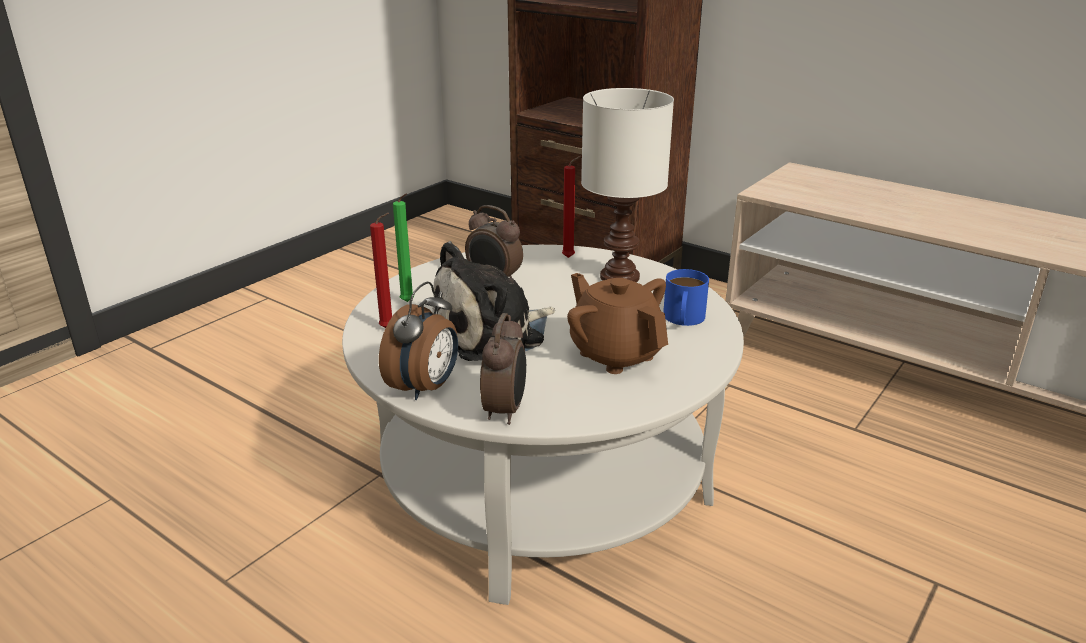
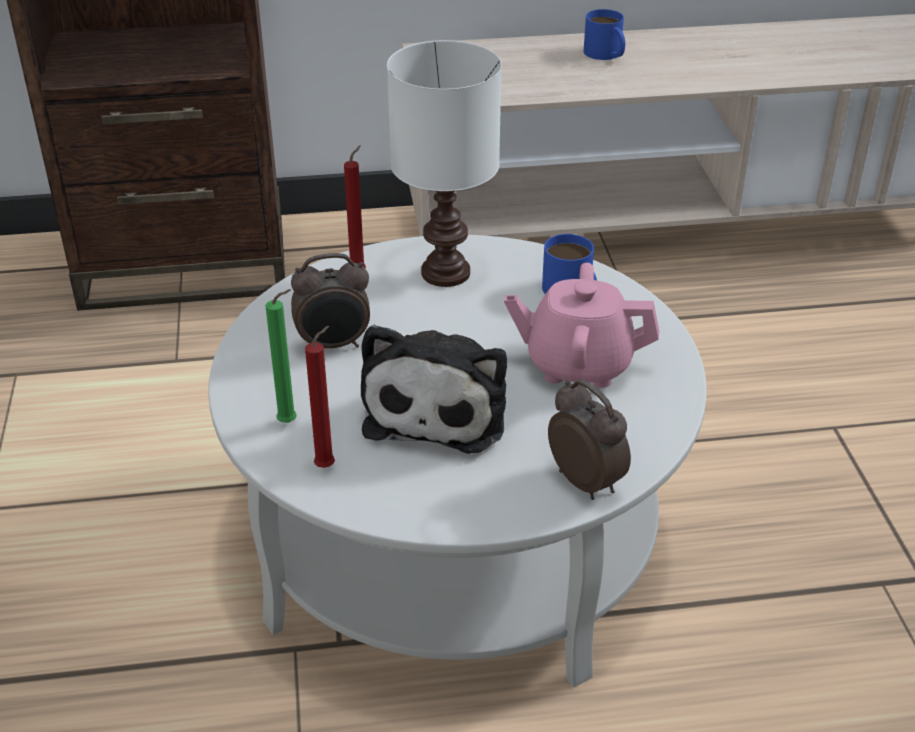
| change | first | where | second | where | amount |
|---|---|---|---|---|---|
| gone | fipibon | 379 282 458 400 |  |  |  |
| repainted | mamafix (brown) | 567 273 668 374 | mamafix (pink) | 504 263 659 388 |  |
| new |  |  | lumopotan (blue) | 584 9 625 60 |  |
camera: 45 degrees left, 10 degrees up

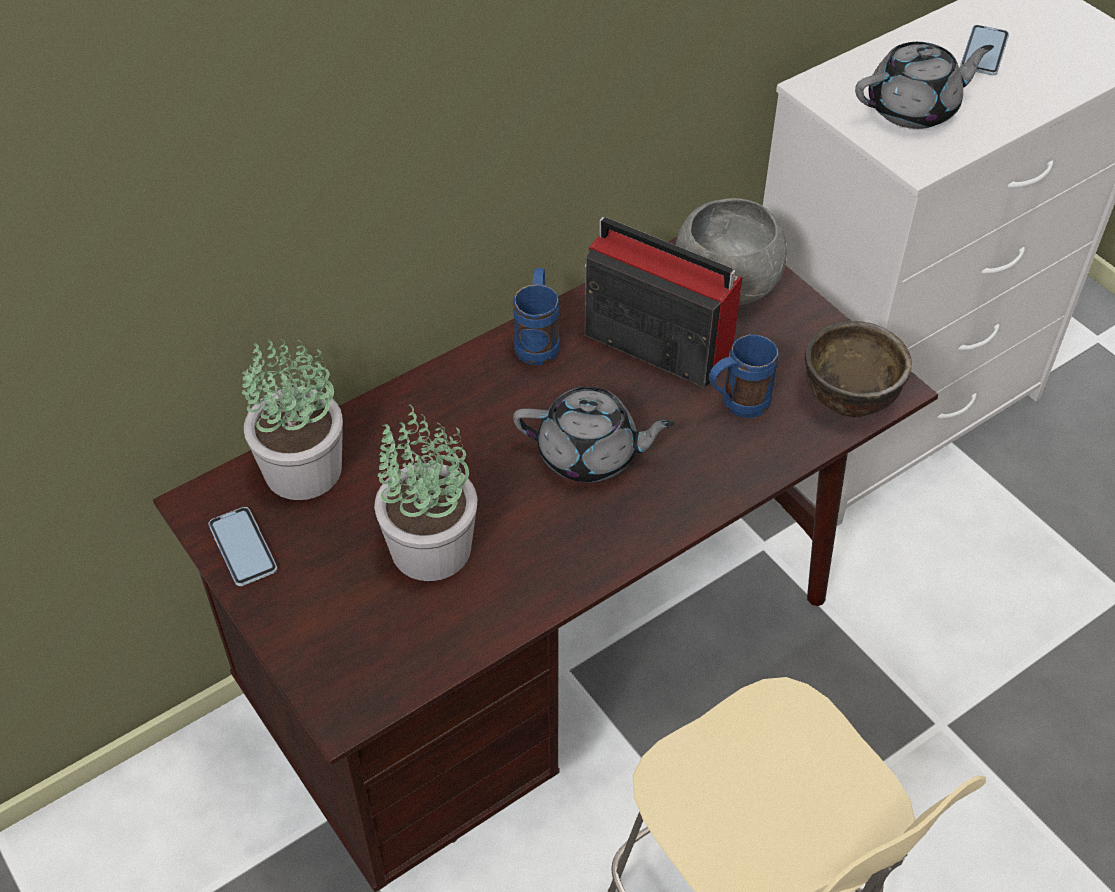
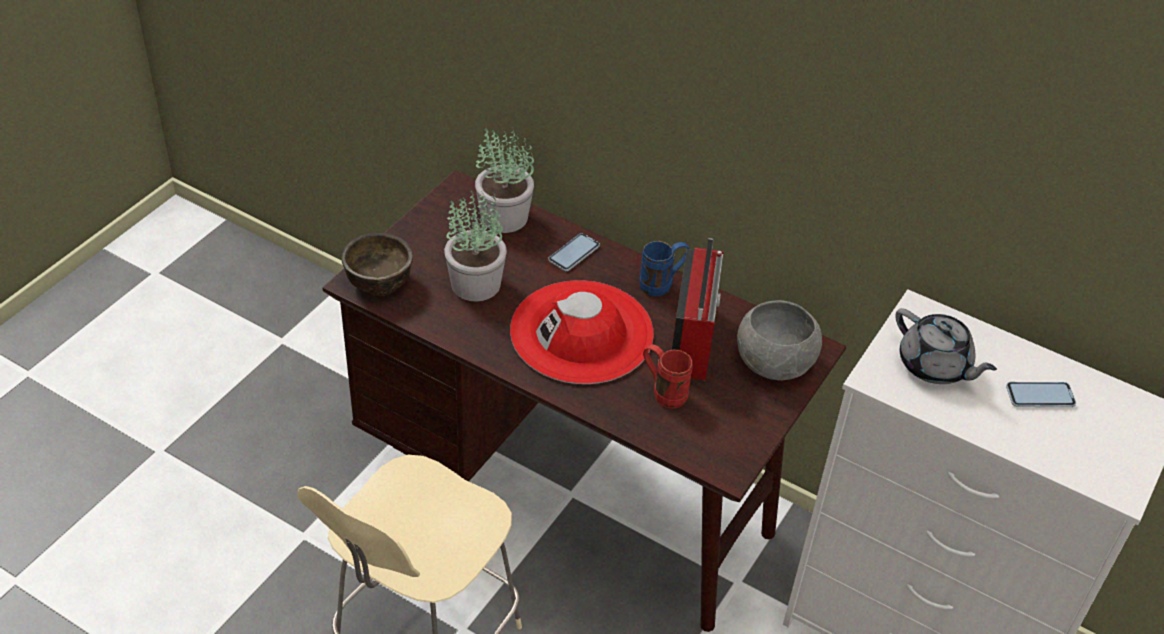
| change | first | where | second | where | amount |
|---|---|---|---|---|---|
| shifted | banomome | 209 507 277 586 |  | 548 233 600 271 |  |
| swapped | mamafix (grey) | 513 387 676 482 | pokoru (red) | 510 280 654 384 |  |
| repainted | lumopotan (blue) | 709 334 779 418 | lumopotan (red) | 643 344 693 409 |  |
| shifted | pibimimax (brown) | 805 321 912 417 |  | 341 233 413 296 |  |
camera: 65 degrees right, 5 degrees down

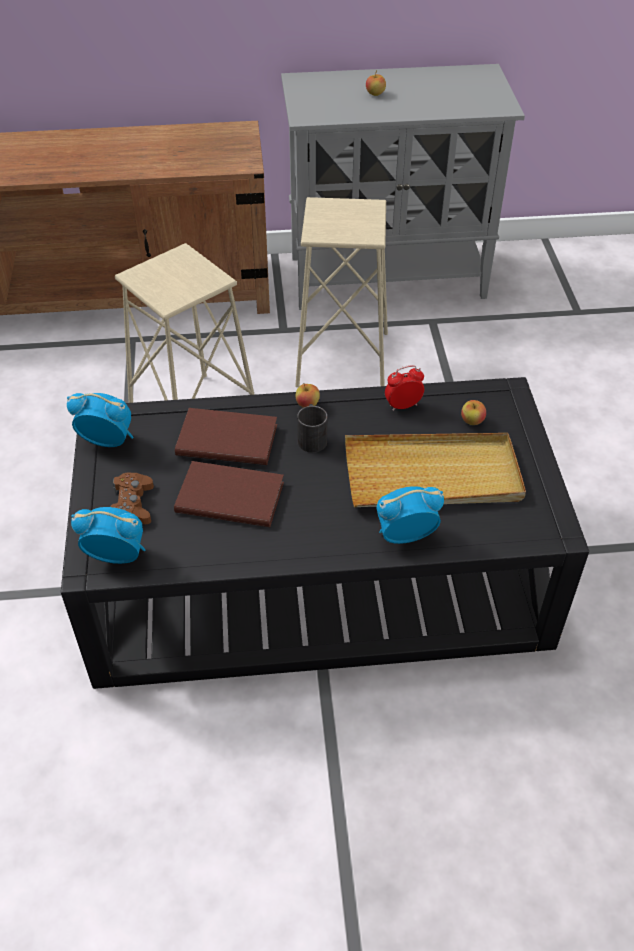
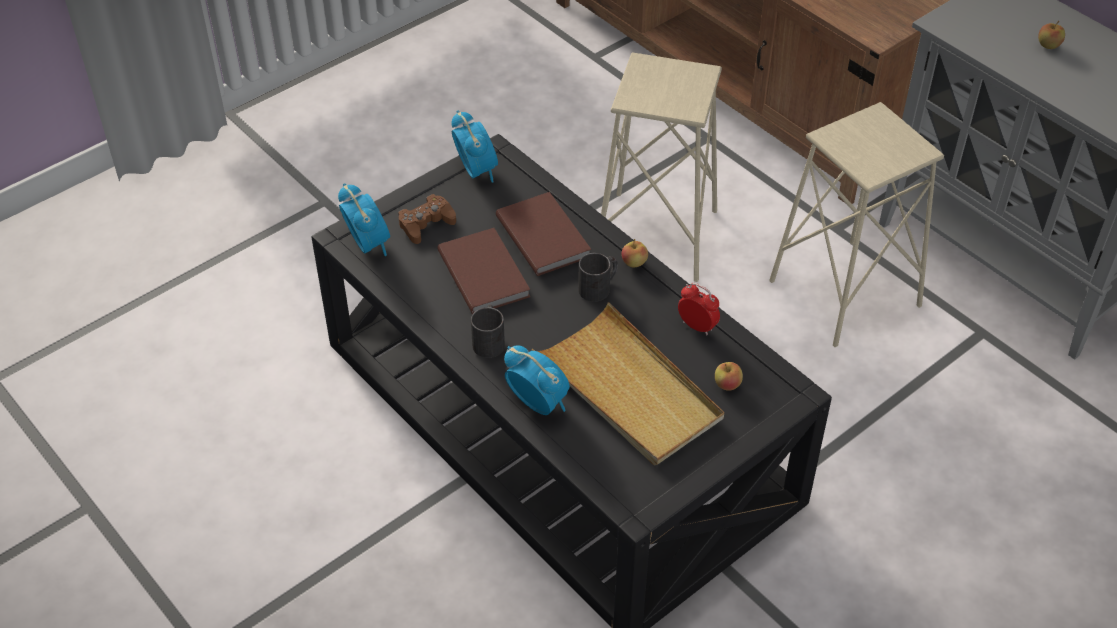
| change | first | where | second | where | amount |
|---|---|---|---|---|---|
| new |  |  | lumopotan (black) | 471 305 505 358 |  |
camera: 55 degrees right, 0 degrees up

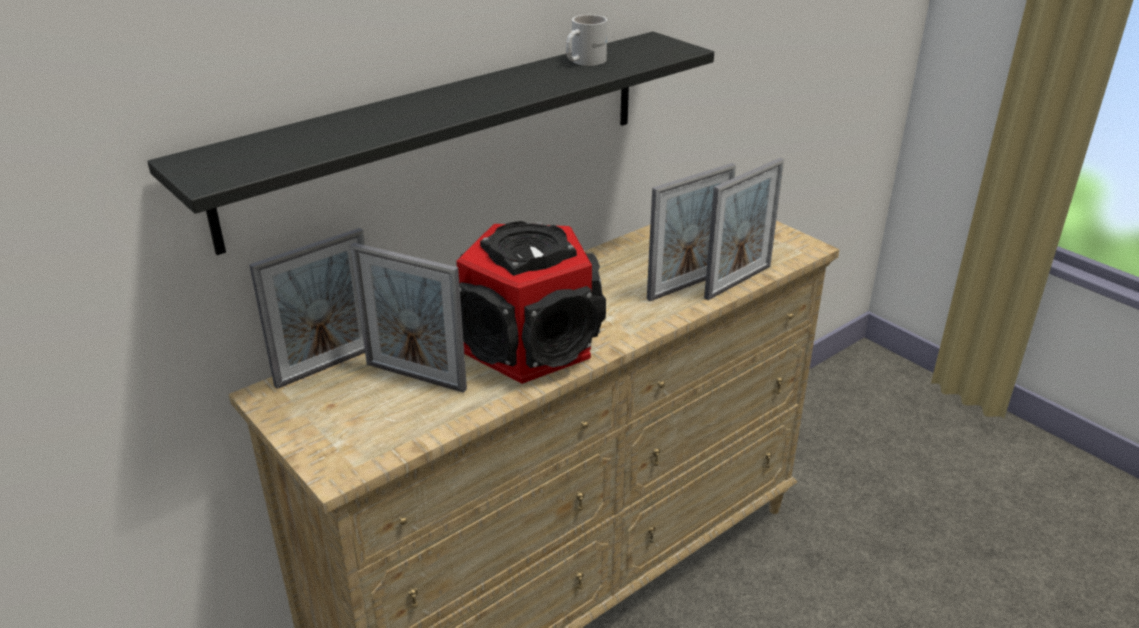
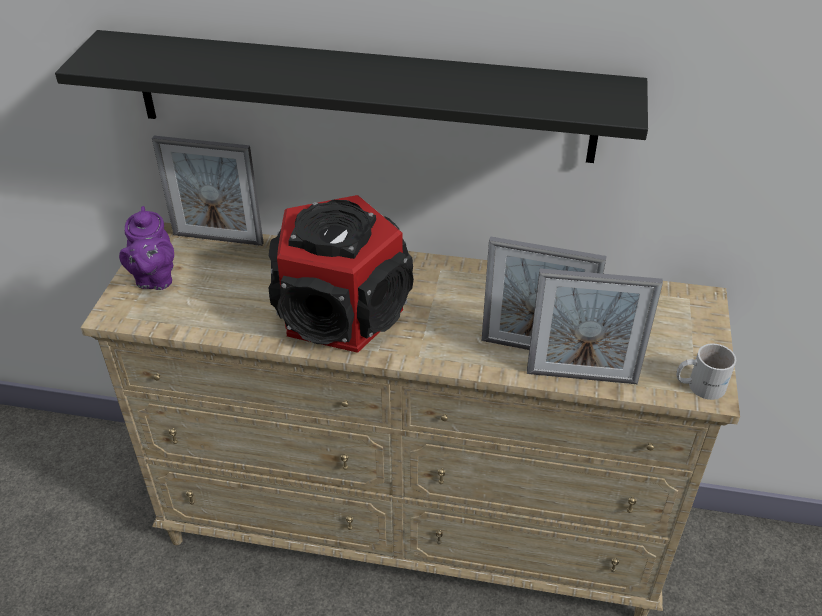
| change | first | where | second | where | amount |
|---|---|---|---|---|---|
| gone | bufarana | 350 243 467 393 |  |  |  |
| shifted | lumopotan (white) | 566 15 607 66 |  | 676 344 736 400 |  |
| new |  |  | mamafix (purple) | 119 206 174 290 |  |
camera: 50 degrees right, 10 degrees up

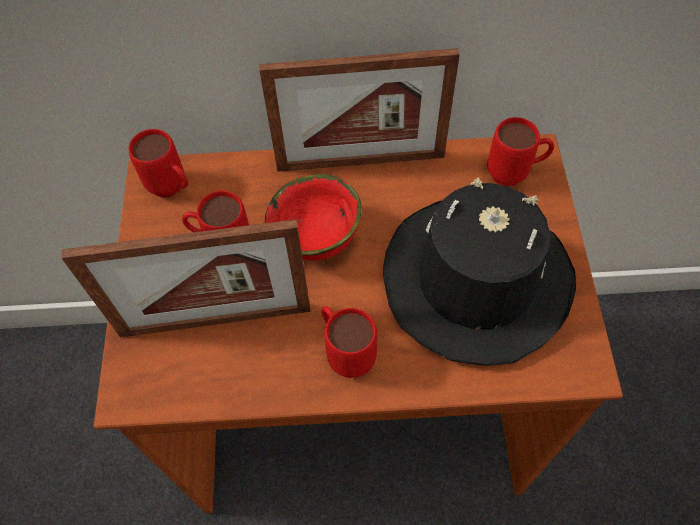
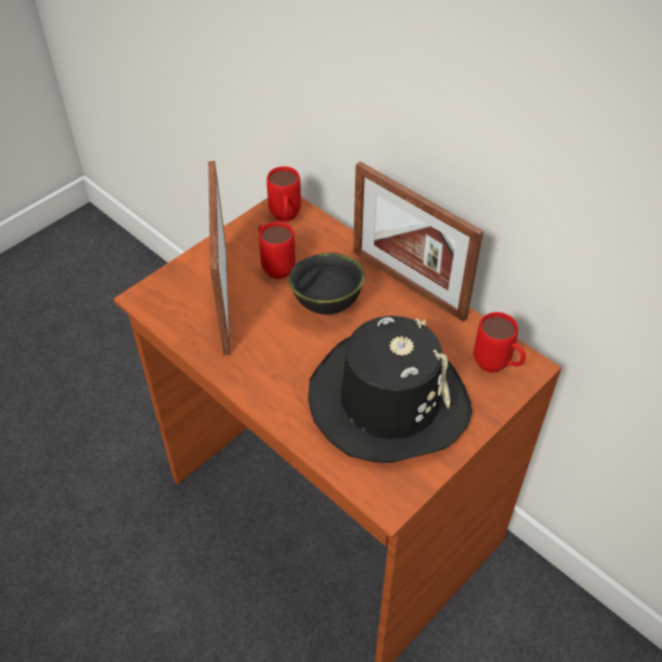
| change | first | where | second | where | amount |
|---|---|---|---|---|---|
| rotated | bufarana | 61 219 311 338 |  | 208 161 230 355 | 45 degrees clockwise |
| repainted | pibimimax (red) | 265 174 361 260 | pibimimax (black) | 289 252 365 315 |  |
| gone | lumopotan (red) | 322 306 377 378 |  |  |  |
camera: 45 degrees right, 10 degrees down

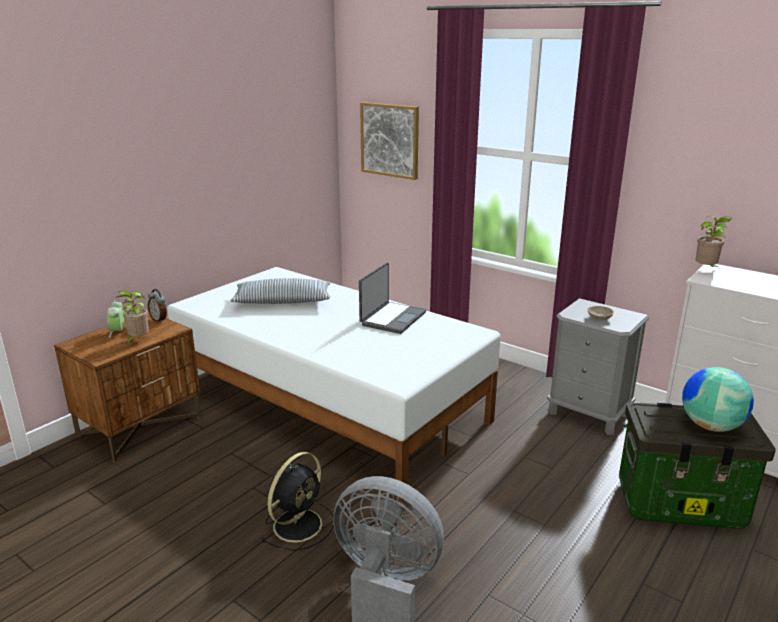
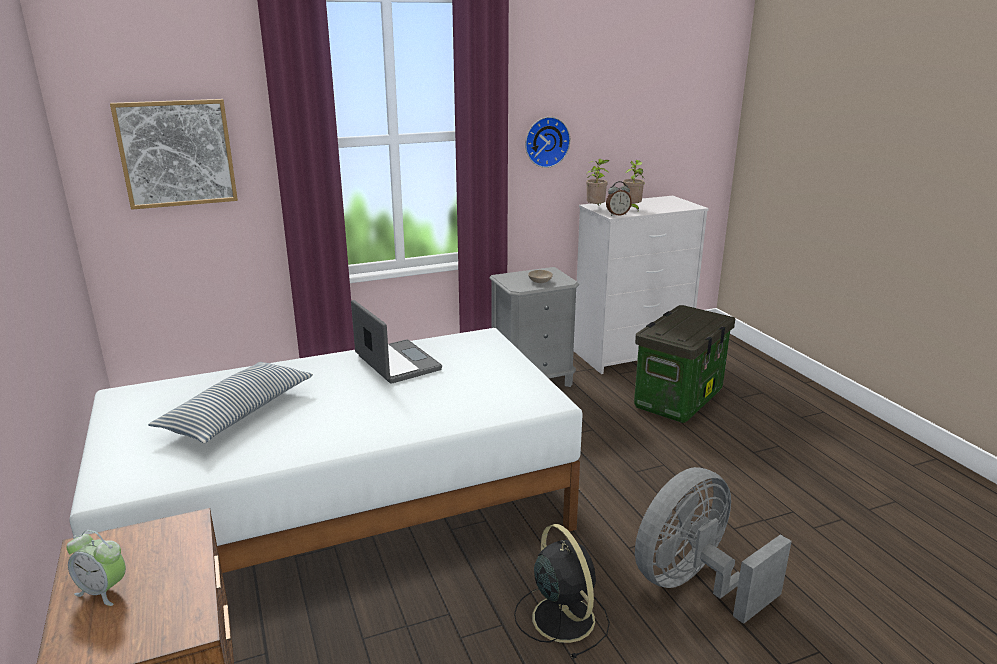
| change | first | where | second | where | amount |
|---|---|---|---|---|---|
| shifted | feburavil | 117 290 149 344 |  | 623 160 645 210 |  |
| shifted | fipibon | 148 289 167 323 |  | 606 181 632 216 |  |
| gone | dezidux | 682 367 754 432 |  |  |  |
| new |  |  | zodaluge | 525 117 570 168 |  |
camera: 60 degrees left, 0 degrees up

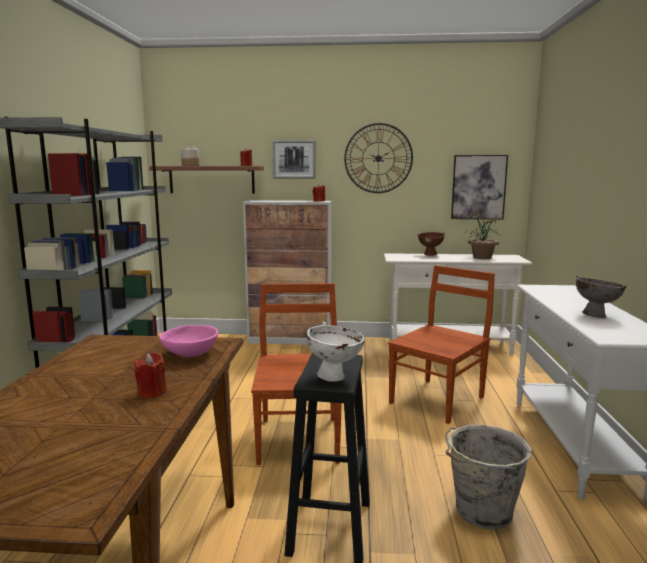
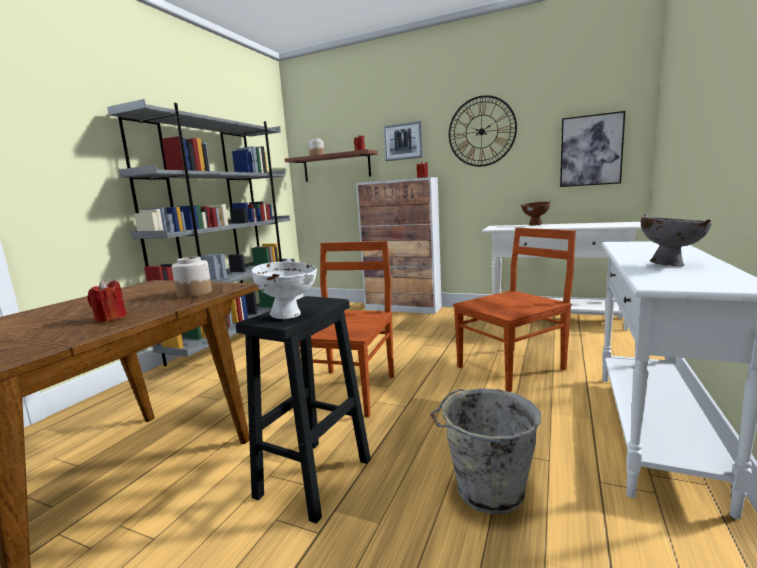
| change | first | where | second | where | amount |
|---|---|---|---|---|---|
| swapped | pibimimax (pink) | 159 325 218 357 | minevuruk | 172 257 212 298 |  |
| gone | feburavil | 464 211 501 259 |  |  |  |
camera: 20 degrees right, 0 degrees up

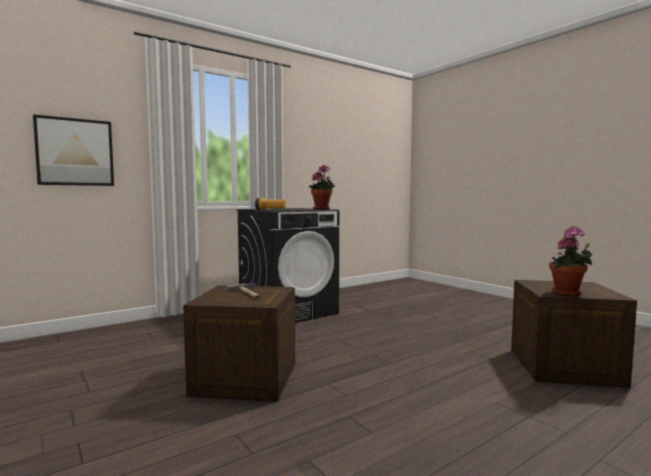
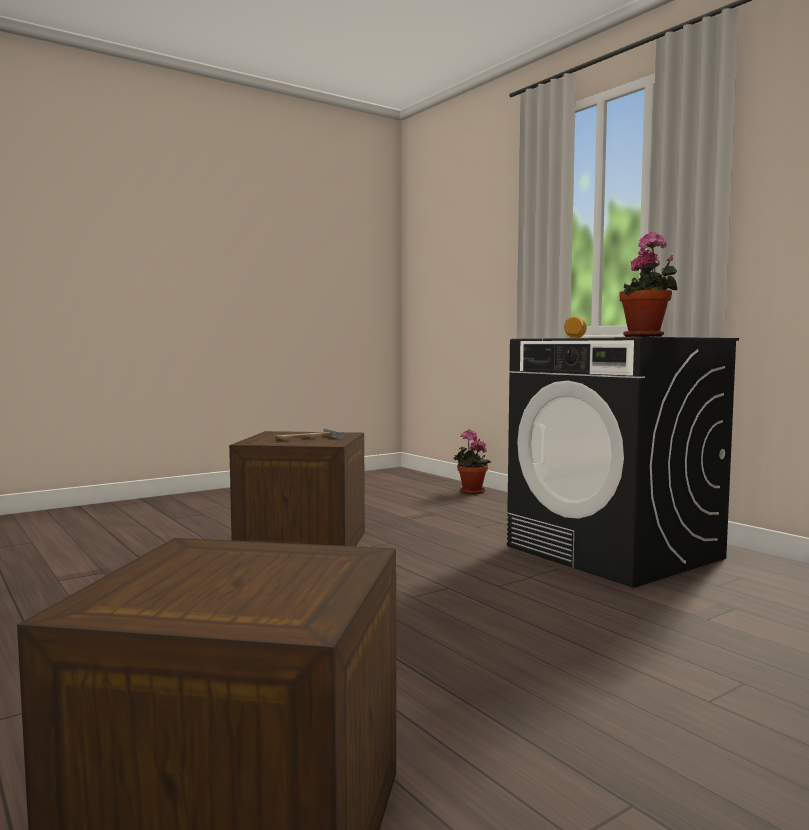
| change | first | where | second | where | amount |
|---|---|---|---|---|---|
| gone | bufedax | 33 114 114 186 |  |  |  |
| shifted | feburavil | 549 226 592 296 |  | 454 430 490 494 |  |
camera: 90 degrees right, 0 degrees up

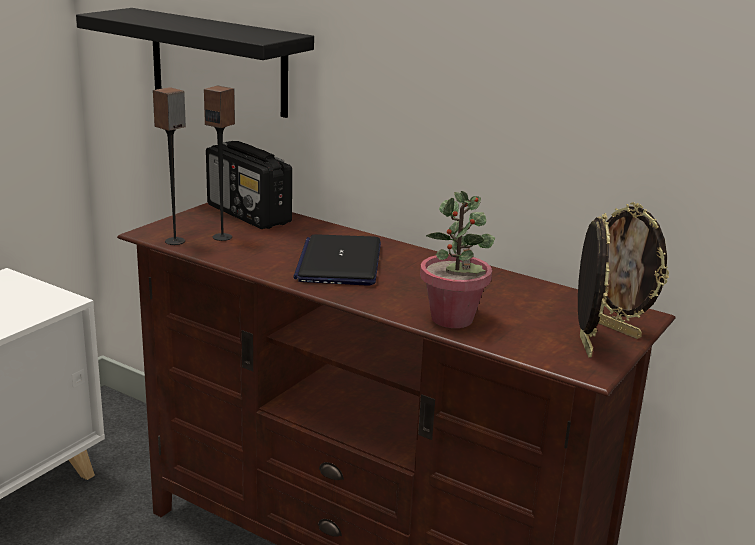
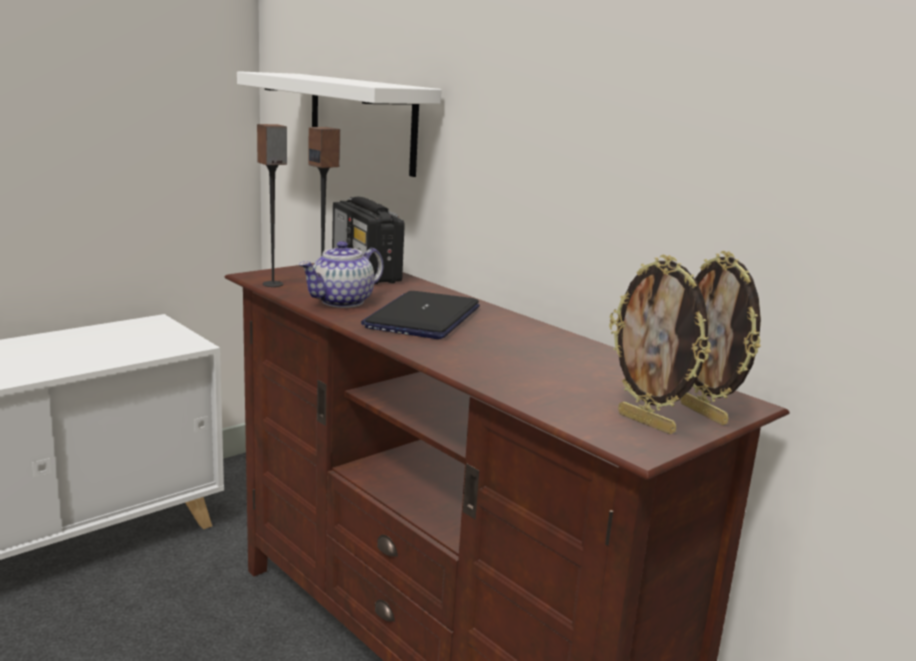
| change | first | where | second | where | amount |
|---|---|---|---|---|---|
| repainted | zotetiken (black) | 76 8 314 118 | zotetiken (white) | 237 71 441 177 |  |
| gone | feburavil | 420 191 495 328 |  |  |  |
| rotated | bufarana | 578 213 610 358 |  | 609 255 711 434 | 120 degrees clockwise |
| new |  |  | mamafix | 299 241 384 308 |  |
camera: 15 degrees right, 5 degrees down

